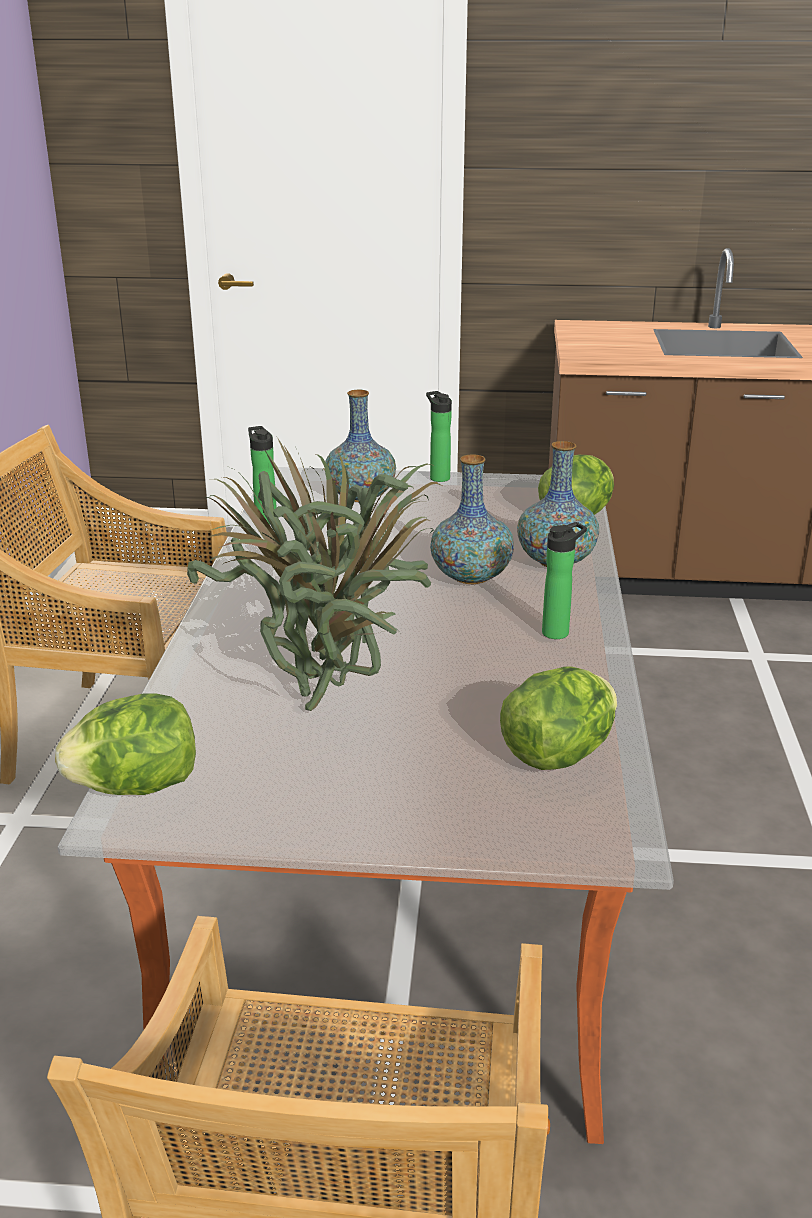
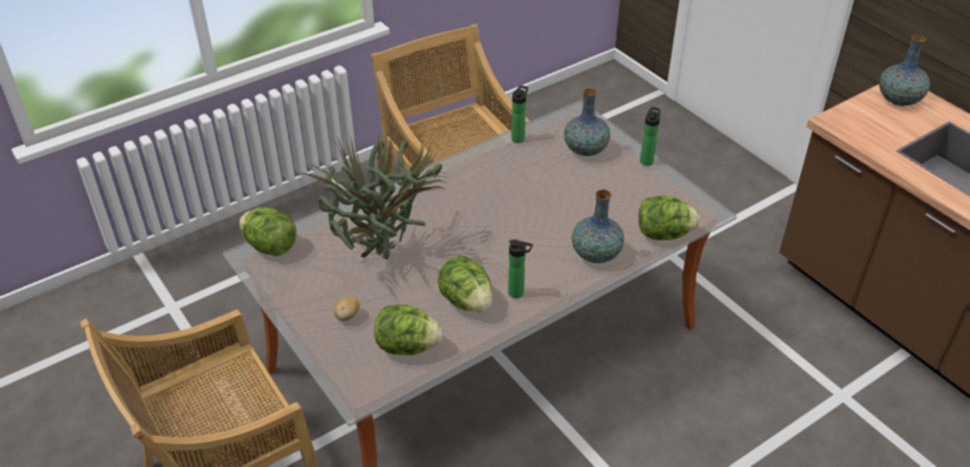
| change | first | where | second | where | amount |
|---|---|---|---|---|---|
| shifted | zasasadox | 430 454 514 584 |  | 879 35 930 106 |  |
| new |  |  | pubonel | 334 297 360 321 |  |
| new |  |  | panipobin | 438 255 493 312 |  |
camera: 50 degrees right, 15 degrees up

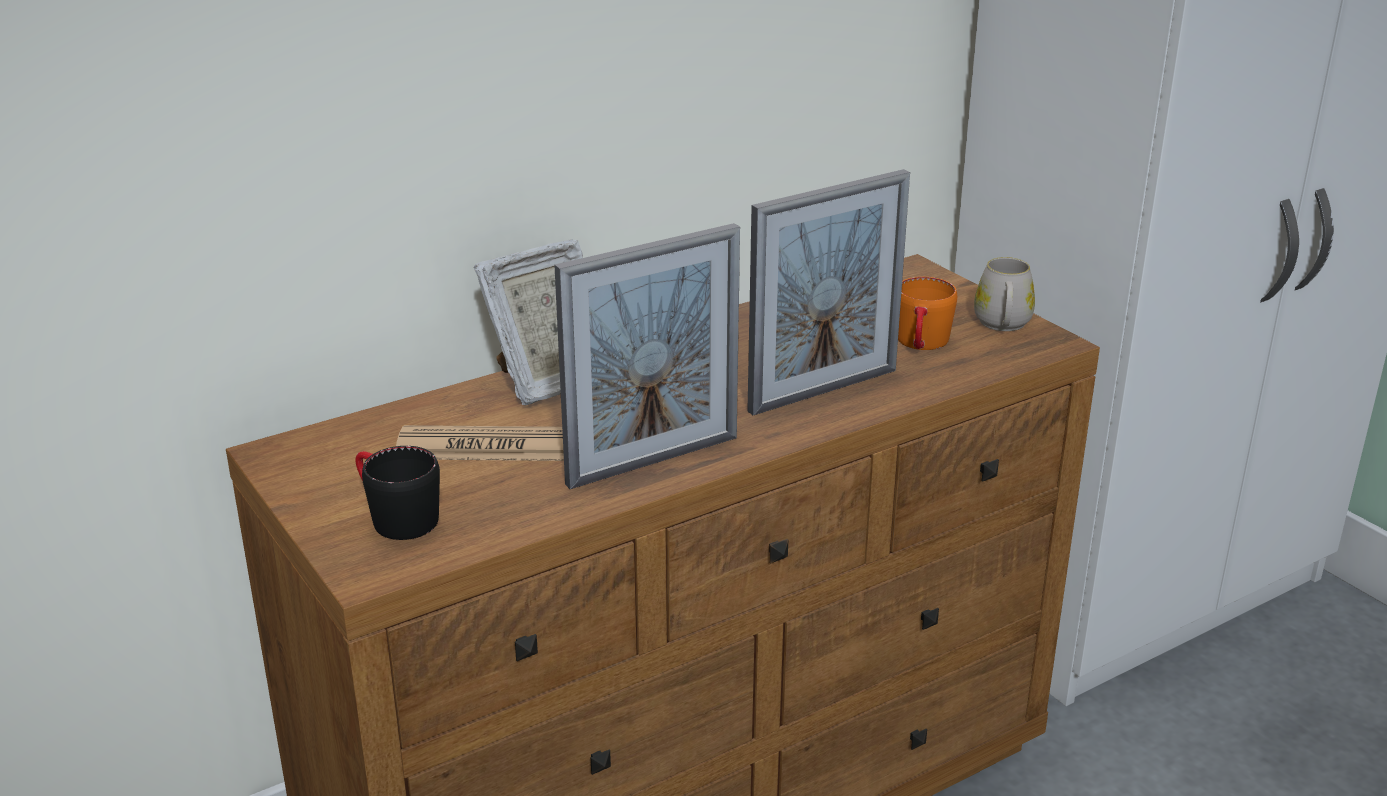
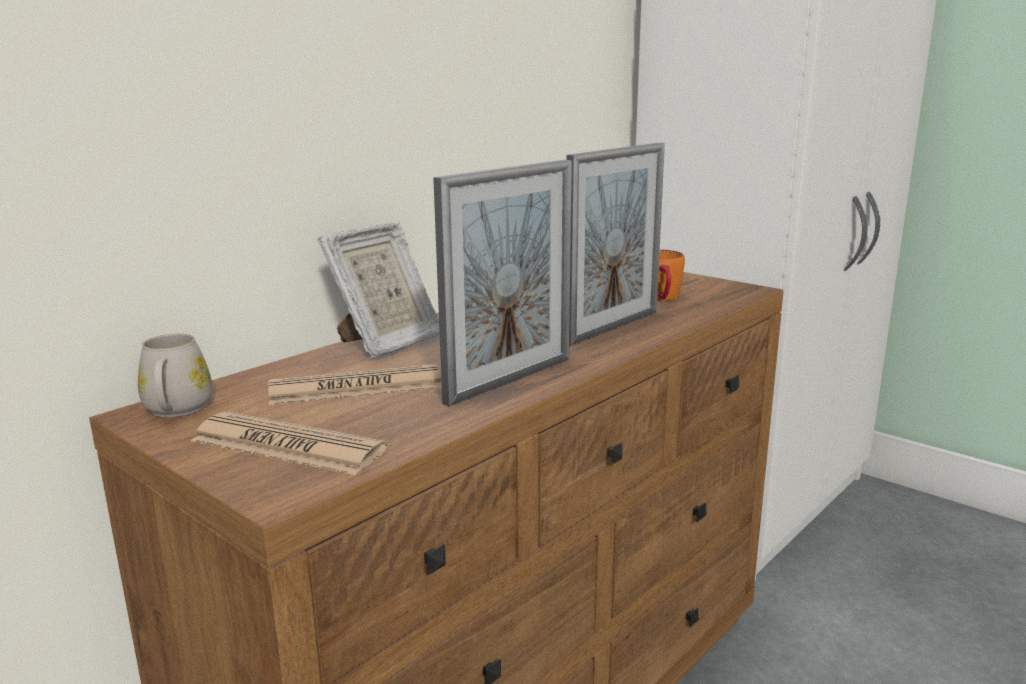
| change | first | where | second | where | amount |
|---|---|---|---|---|---|
| swapped | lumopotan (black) | 356 446 440 540 | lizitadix | 191 412 388 475 |  |
| shifted | lumopotan (white) | 974 257 1035 331 |  | 138 334 212 418 |  |
camera: 15 degrees left, 10 degrees down

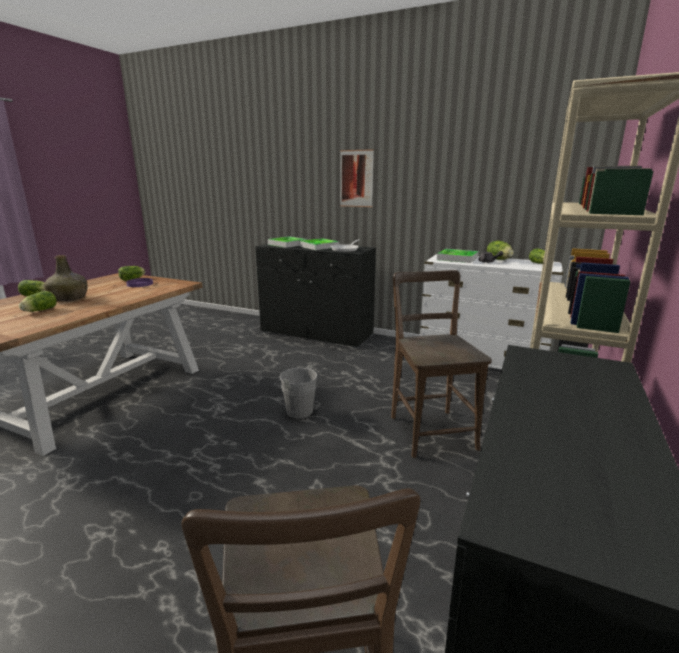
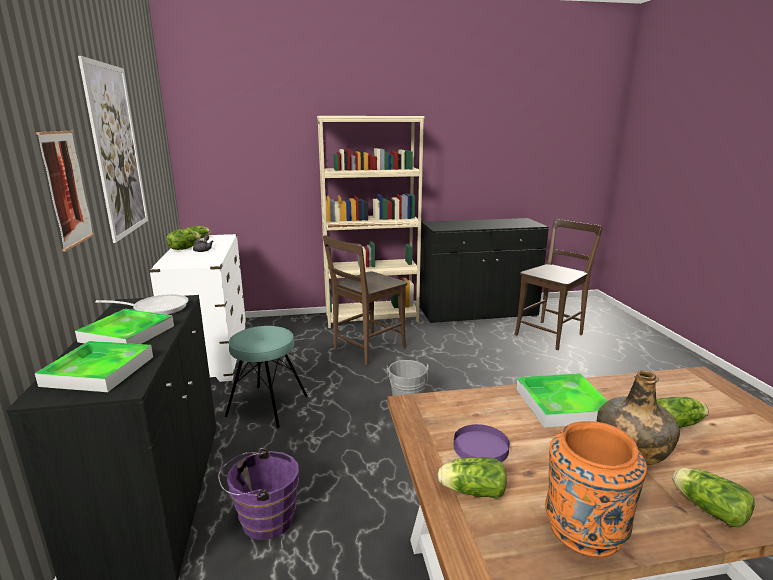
| change | first | where | second | where | amount |
|---|---|---|---|---|---|
| shifted | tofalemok | 437 249 479 263 |  | 516 373 608 428 |  |
| new |  |  | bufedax | 78 56 148 243 |  |
| new |  |  | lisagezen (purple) | 218 448 299 540 |  |
| new |  |  | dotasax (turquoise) | 225 326 308 428 |  |
| new |  |  | zasasadox (orange) | 545 421 647 558 |  |
camera: 125 degrees left, 0 degrees up

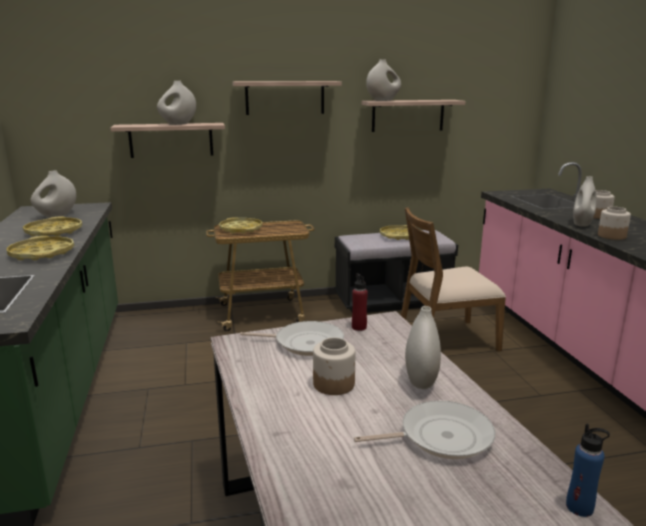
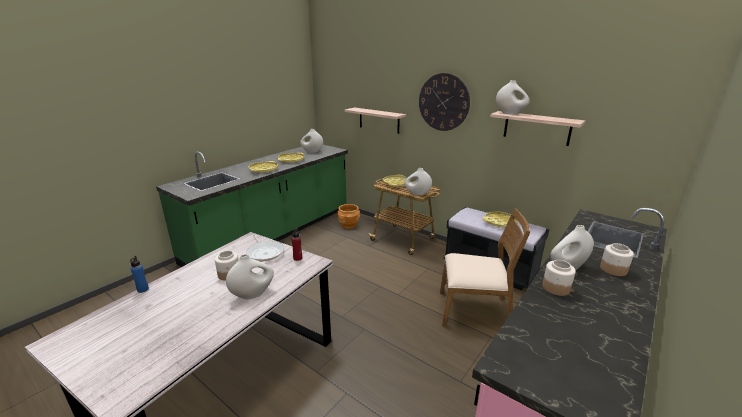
| change | first | where | second | where | amount |
|---|---|---|---|---|---|
| shifted | zasasadox (white) | 157 81 196 125 |  | 404 168 432 196 |  |
| swapped | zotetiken | 232 81 342 115 | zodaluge | 419 73 470 131 |  |
| gone | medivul | 354 401 496 459 |  |  |  |
| rotated | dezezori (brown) | 401 207 506 351 |  | 440 208 530 327 | 150 degrees clockwise |
| shifted | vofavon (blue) | 566 423 610 517 |  | 130 256 149 293 |  |
| new |  |  | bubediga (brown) | 337 204 360 228 |  |
camera: 50 degrees right, 5 degrees up

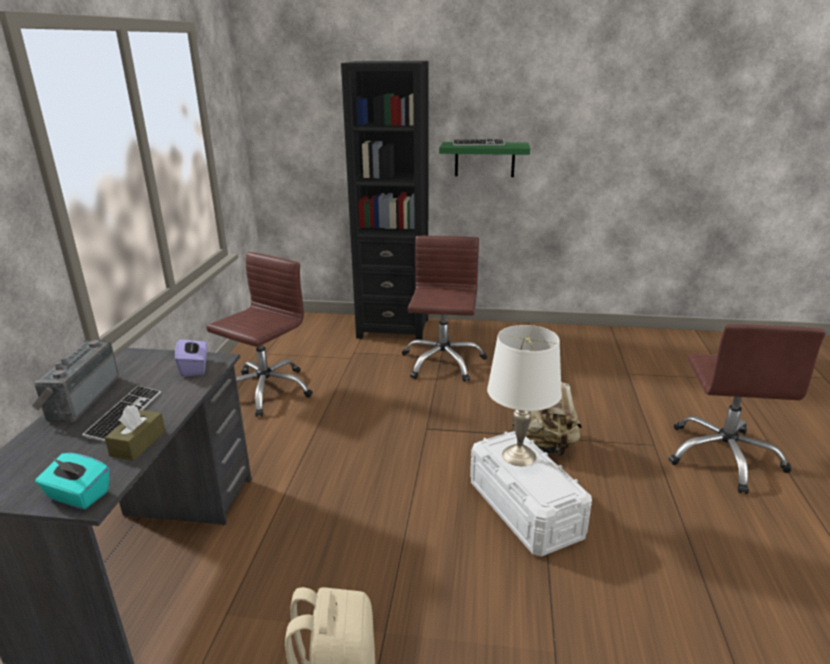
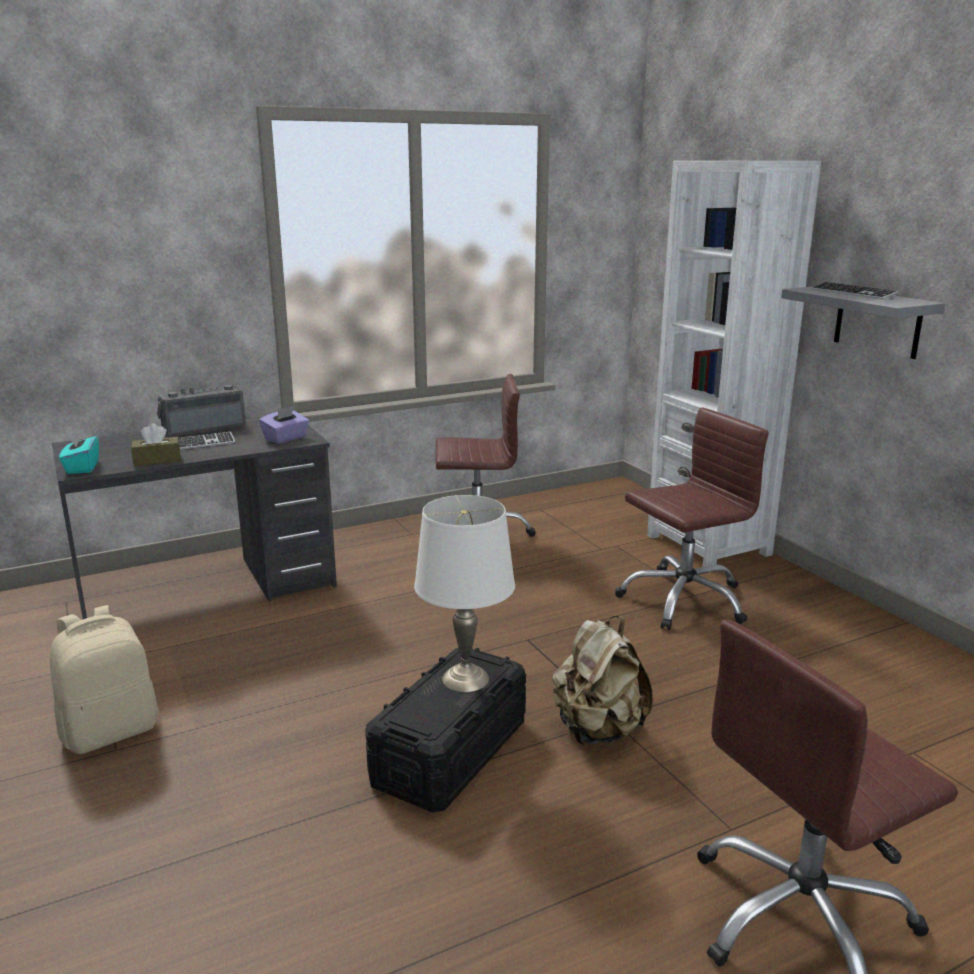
| change | first | where | second | where | amount |
|---|---|---|---|---|---|
| repainted | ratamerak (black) | 341 61 428 340 | ratamerak (white) | 647 161 821 567 |  |
| repainted | zotetiken (green) | 439 142 530 177 | zotetiken (grey) | 781 286 945 359 |  |
| repainted | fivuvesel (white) | 470 431 592 557 | fivuvesel (black) | 365 647 526 813 |  |
camera: 55 degrees right, 5 degrees down

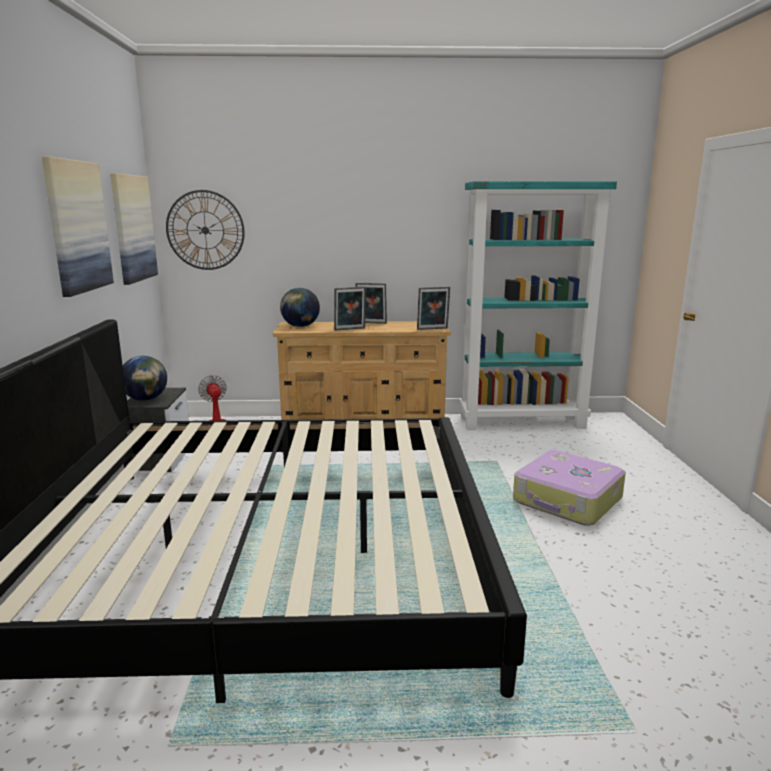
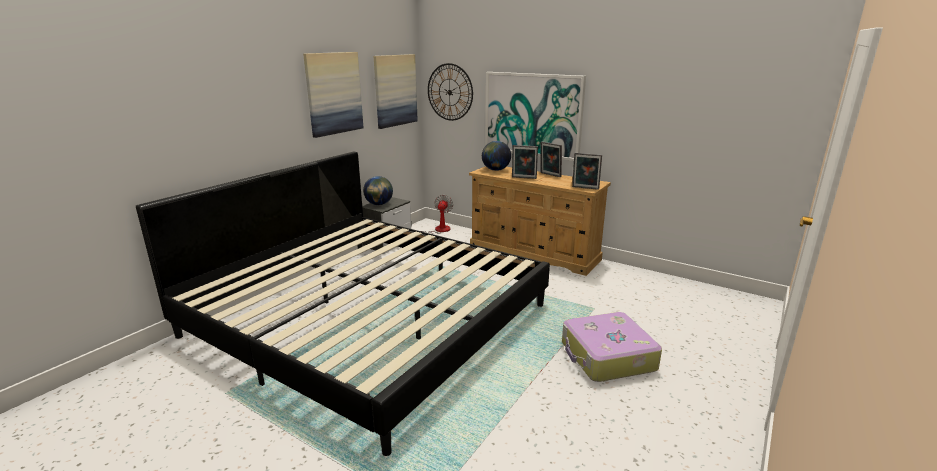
| change | first | where | second | where | amount |
|---|---|---|---|---|---|
| gone | ratamerak (turquoise) | 459 181 617 430 |  |  |  |
| new |  |  | bufedax | 485 72 586 161 |  |
camera: 35 degrees right, 5 degrees up

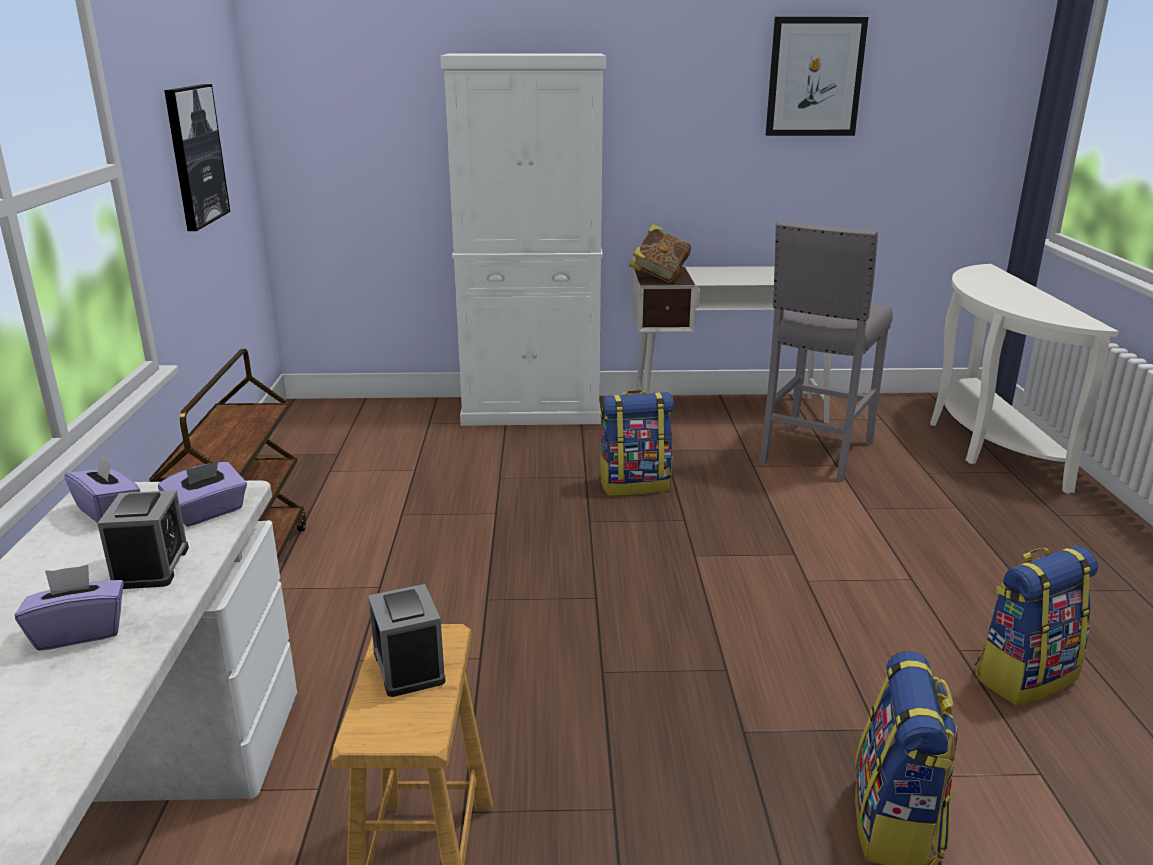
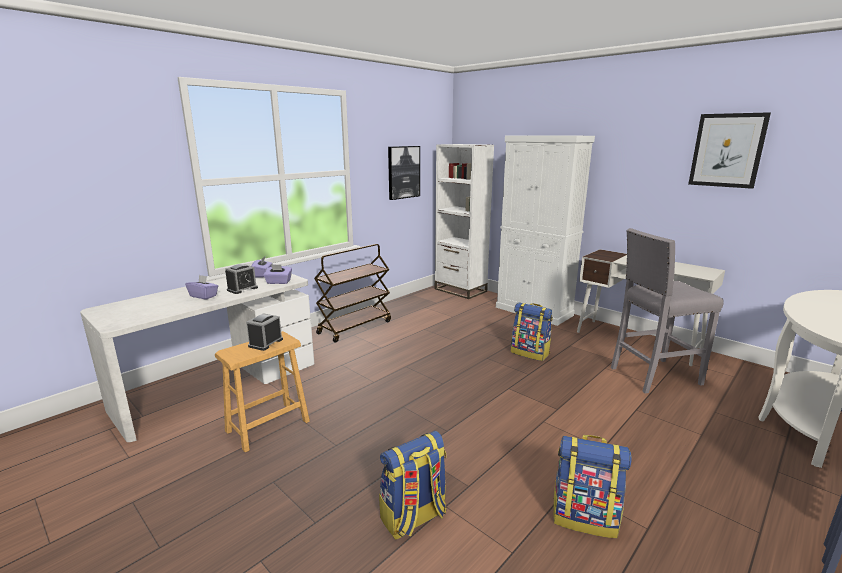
| change | first | where | second | where | amount |
|---|---|---|---|---|---|
| gone | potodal | 629 224 691 283 |  |  |  |
| new |  |  | ratamerak (white) | 435 144 494 299 |  |
camera: 45 degrees right, 5 degrees down

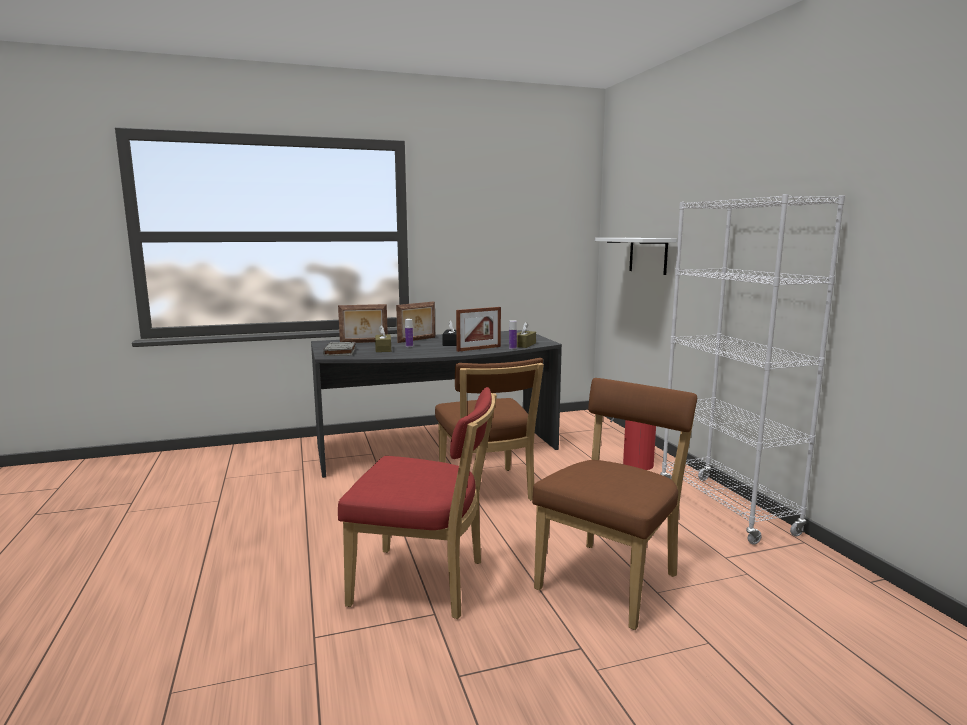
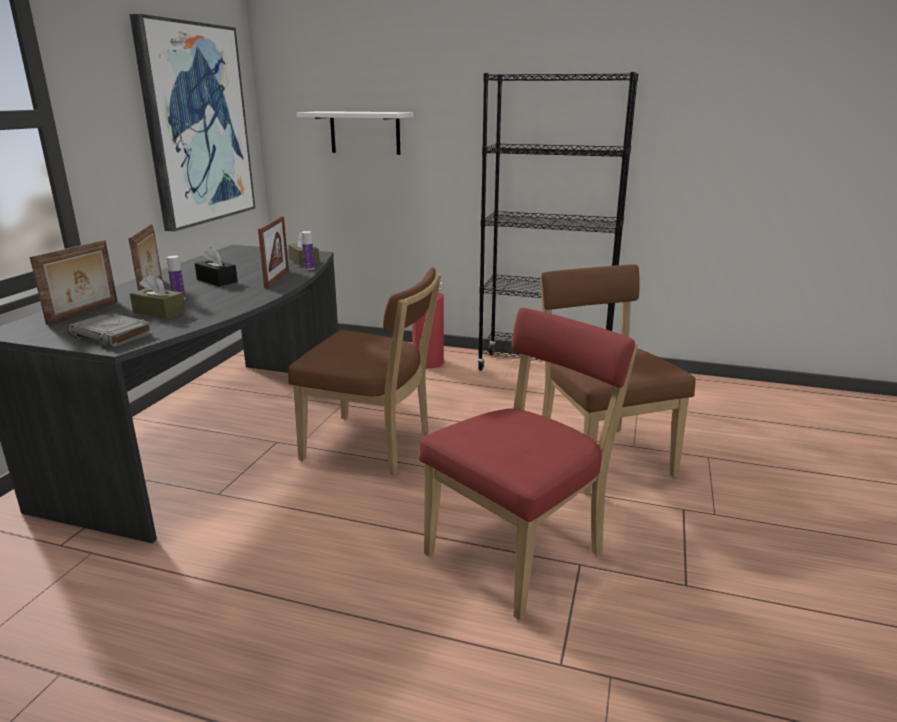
| change | first | where | second | where | amount |
|---|---|---|---|---|---|
| repainted | ratamerak (white) | 660 194 845 544 | ratamerak (black) | 477 72 638 371 |  |
| new |  |  | bufedax | 129 14 255 232 |  |
camera: 55 degrees left, 10 degrees up

